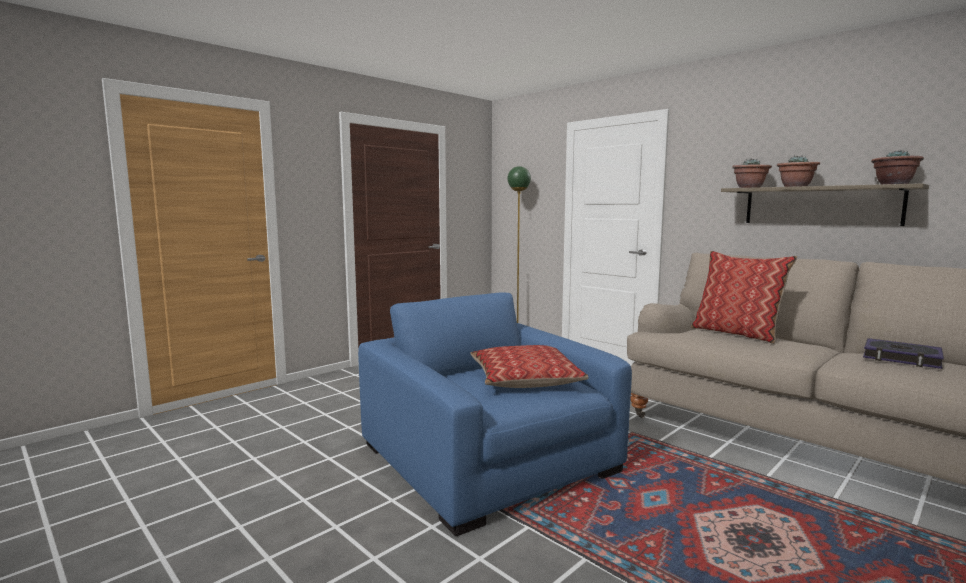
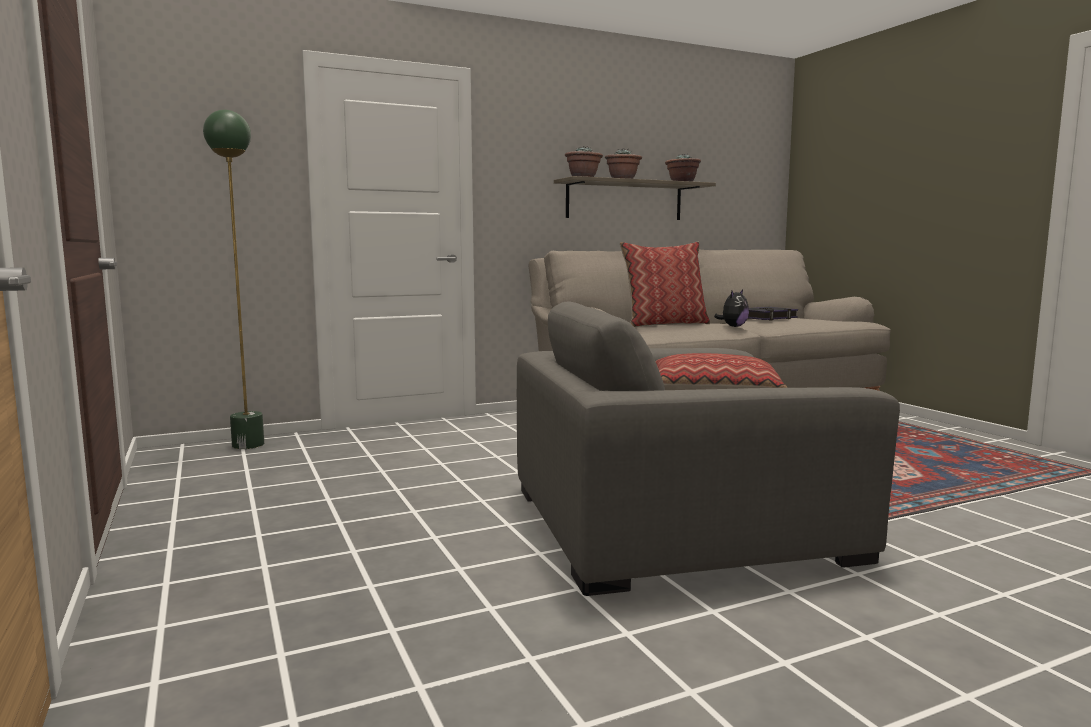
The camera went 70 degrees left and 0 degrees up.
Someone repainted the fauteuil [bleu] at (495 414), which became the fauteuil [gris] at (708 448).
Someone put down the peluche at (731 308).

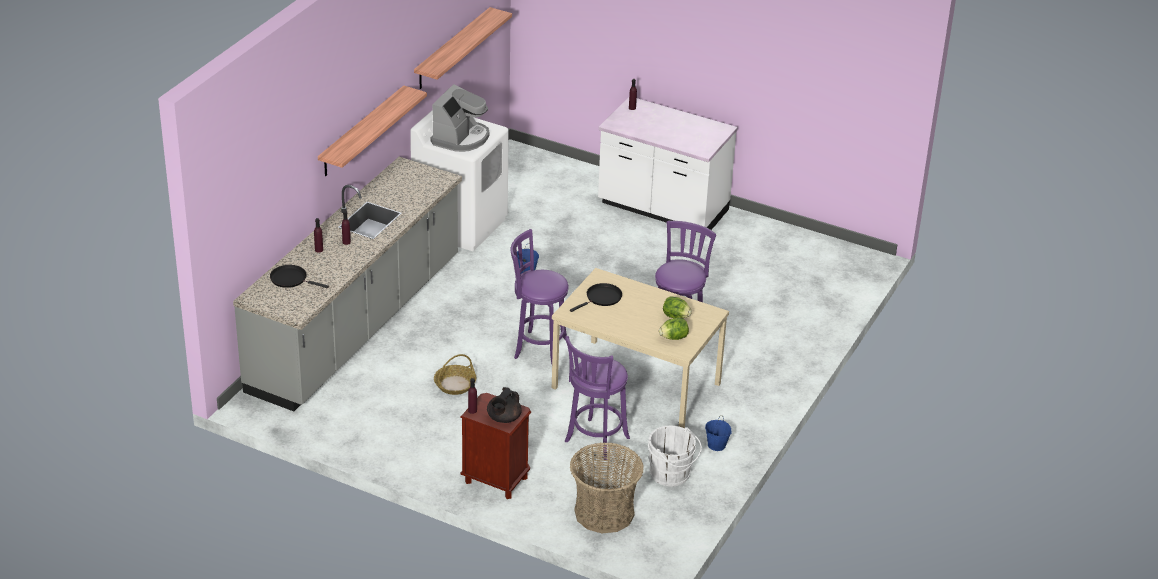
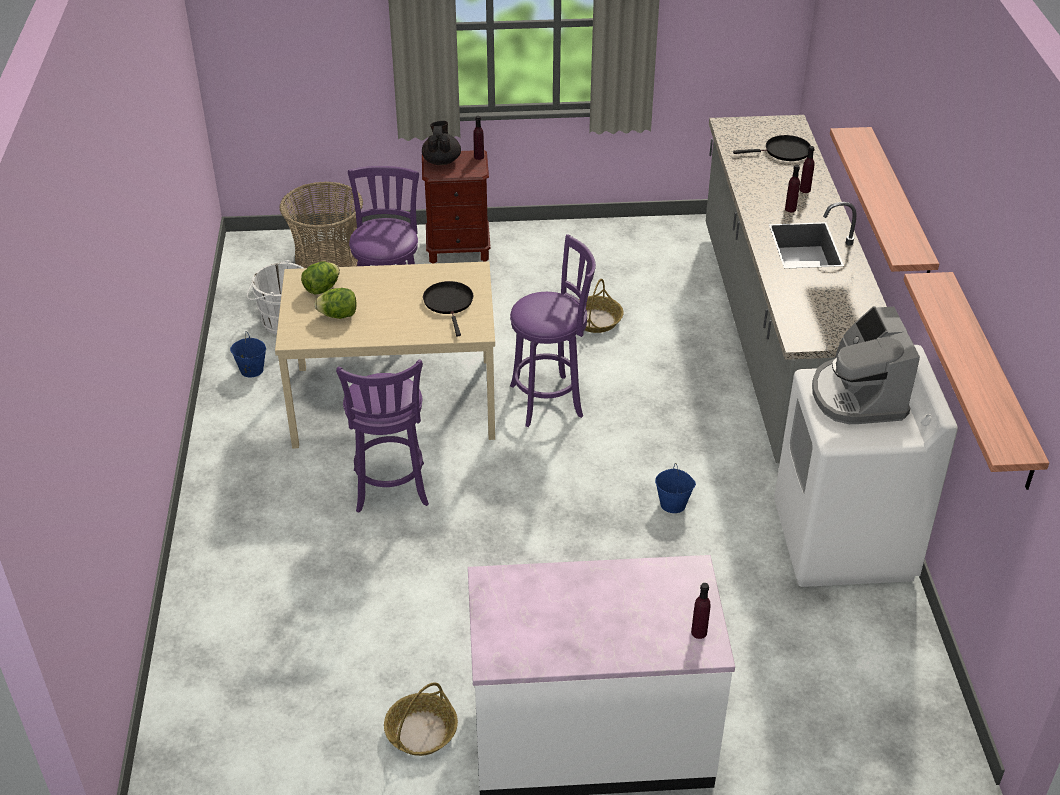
The camera went 150 degrees right and 5 degrees up.
Someone rotated the poêle [noir] at (596 297) by 150 degrees clockwise.
Someone put down the panier at (421 719).

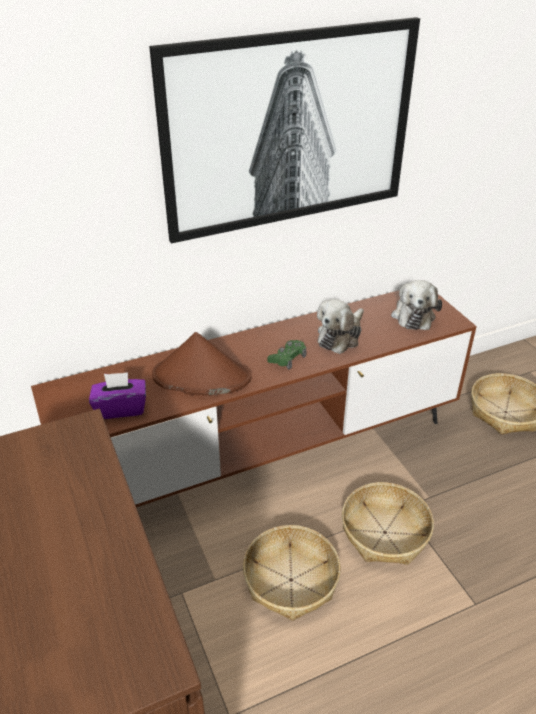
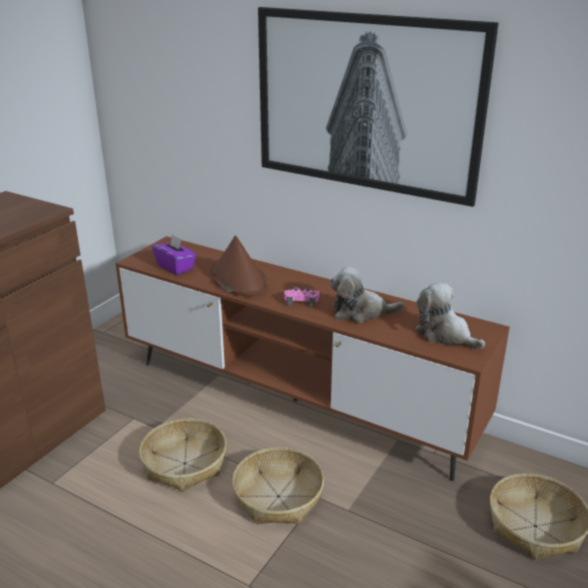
The camera went 55 degrees right and 10 degrees down.
Someone repainted the manette [vert] at (287 355), which became the manette [rose] at (302 297).
Someone rotated the peluche at (416 305) by 75 degrees clockwise.

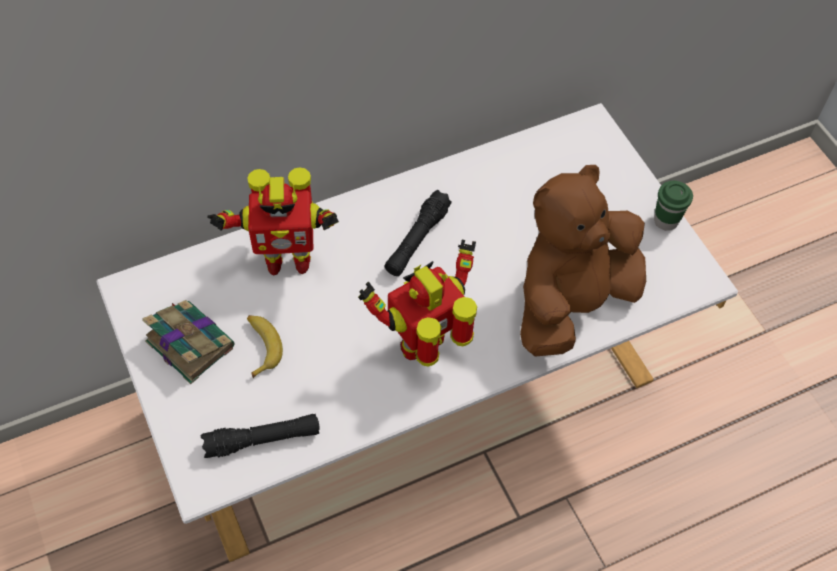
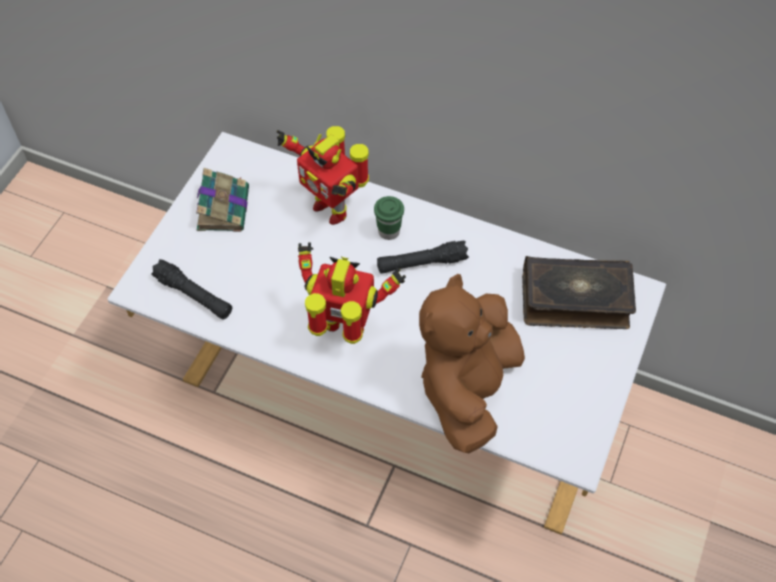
The camera went 50 degrees right and 0 degrees up.
Someone took away the banane at (265 346).
Someone rotated the peluche [marron] at (583 261) by 75 degrees counterclockwise.
Someone carried the tasse [vert] from (673 206) to (389 218).
Someone put down the livre at (579 292).

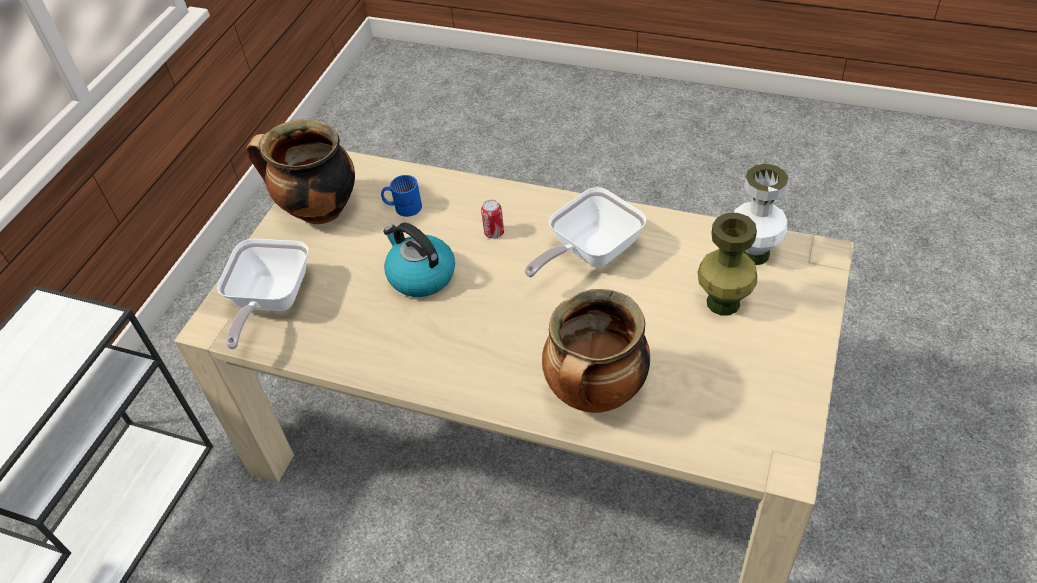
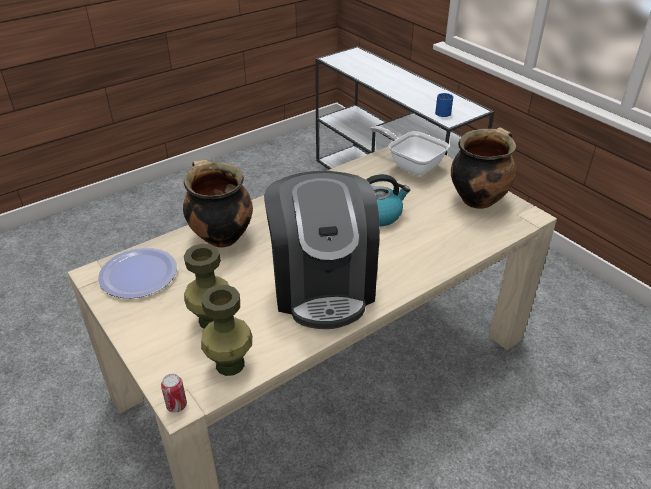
The camera went 120 degrees right and 10 degrees down.
Someone carried the mug [bleu] from (401 196) to (444 105).
Someone carried the boîte métallique from (492 219) to (174 393).
Someone swapped the poêle at (585 232) for the machine à café at (322 250).
Someone repainted the vase [blanc] at (761 214), which became the vase [vert] at (226 330).
Someone put down the assiette at (137 273).

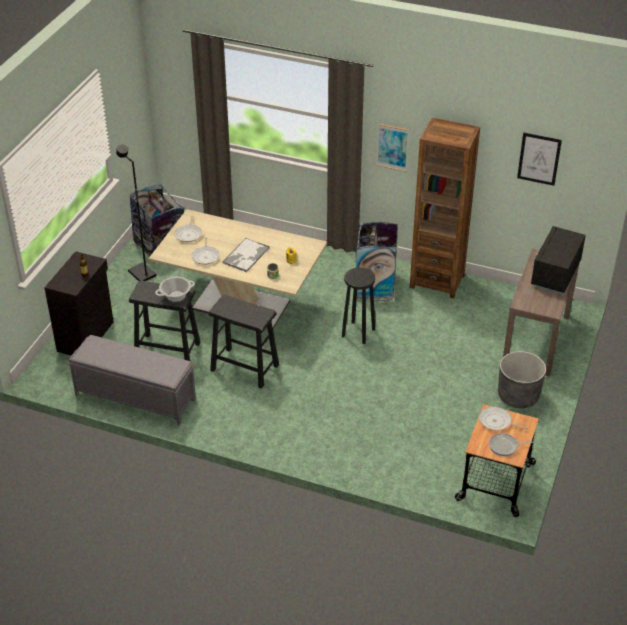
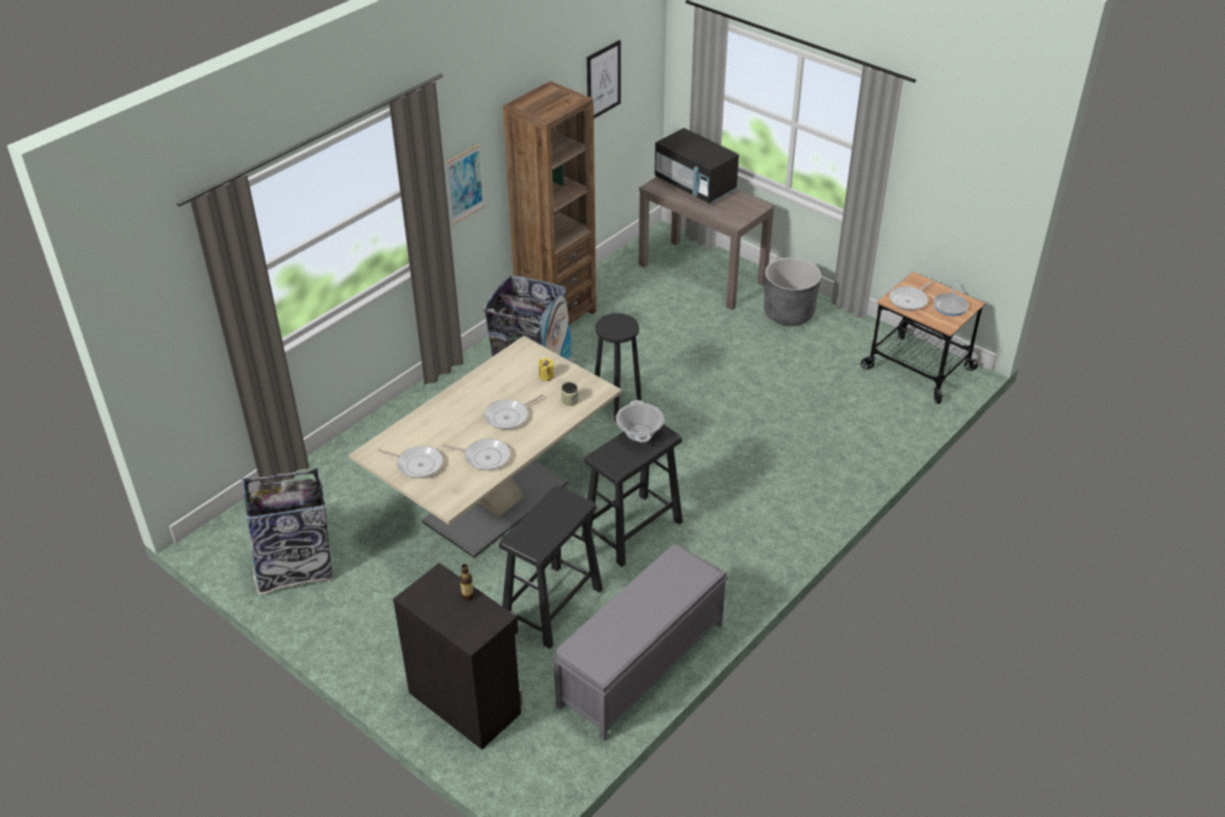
The camera went 70 degrees left and 0 degrees up.
Someone took away the lampadaire [noir] at (136 213).
Someone carried the marmite from (175 289) to (640 421).
Someone swapped the plateau at (246 255) for the poêle at (513 412).

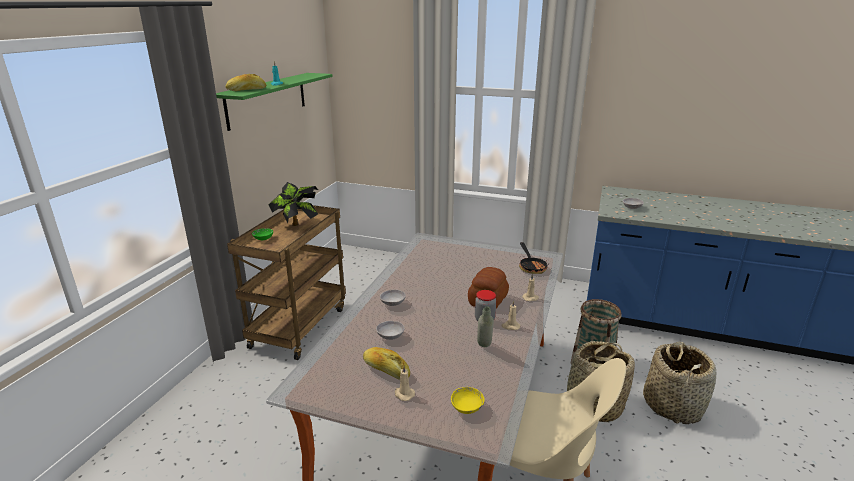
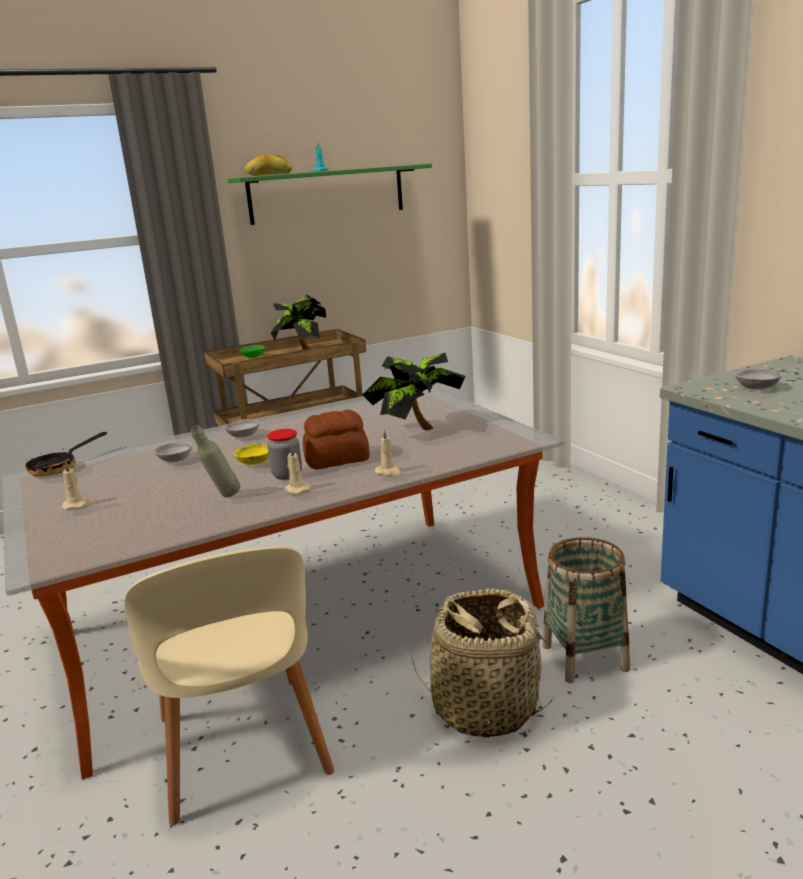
The camera went 45 degrees right and 5 degrees down.
Someone took away the pain at (386 363).
Someone carried the bol [jaune] from (468 400) to (251 454).
Someone carried the poêle from (533 258) to (66 454).
Someone took away the panier at (679 383).
Someone put down the plante en pot at (414 391).

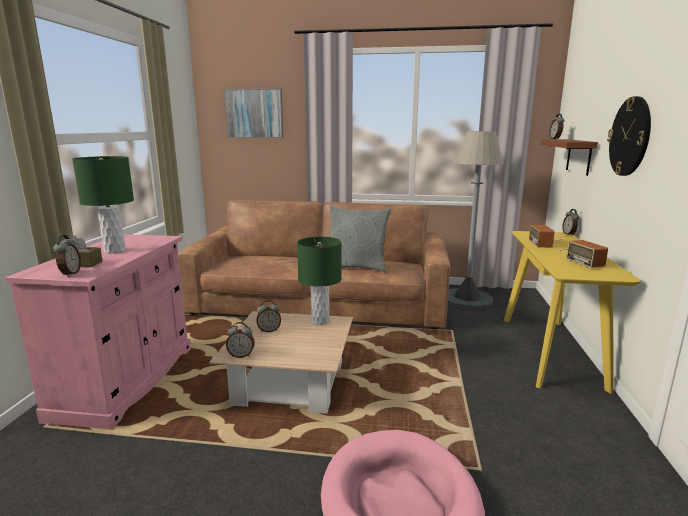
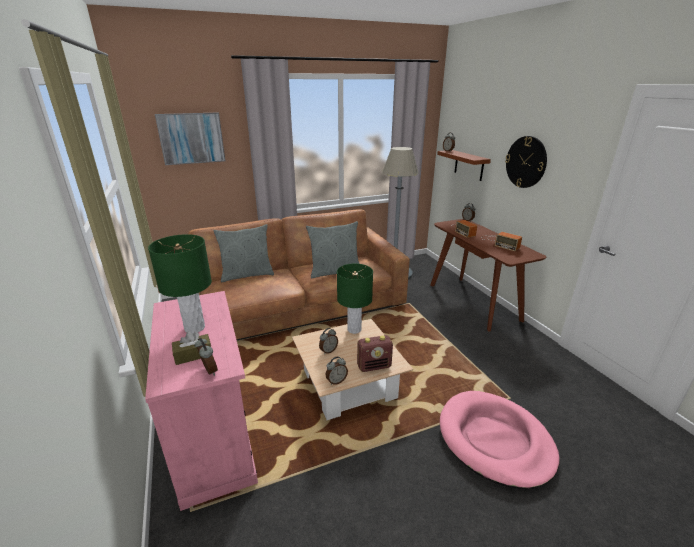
The camera went 30 degrees left and 10 degrees up.
Someone repainted the table console [jaune] at (572 312), which became the table console [marron] at (488 275).
Someone put down the coussin [gris] at (243 253).
Someone put down the radio at (375 353).

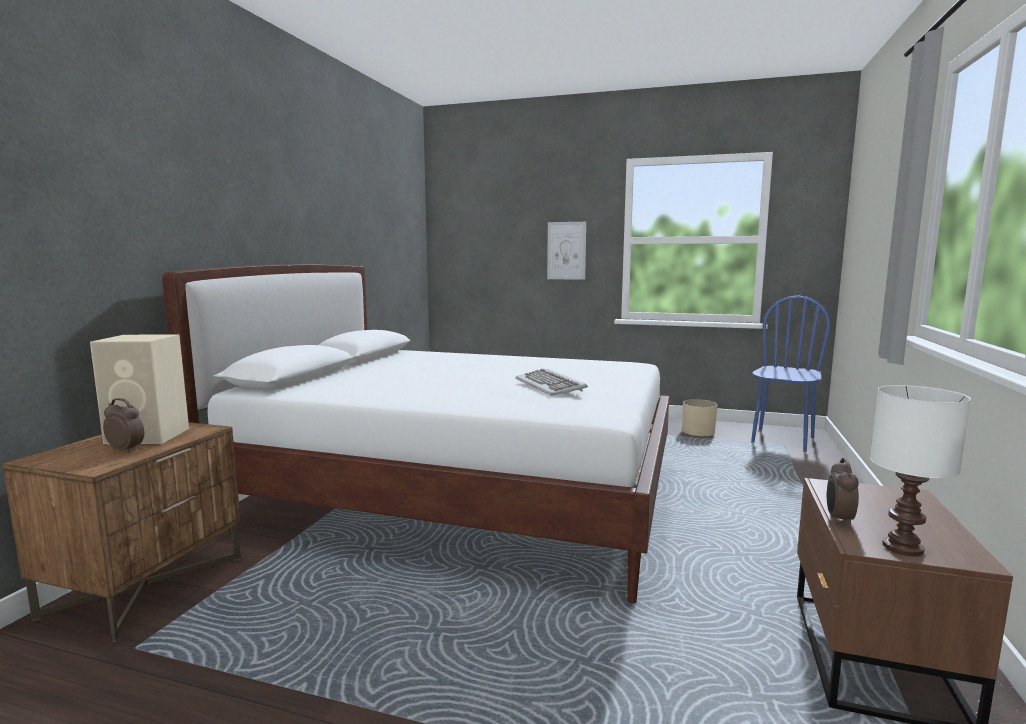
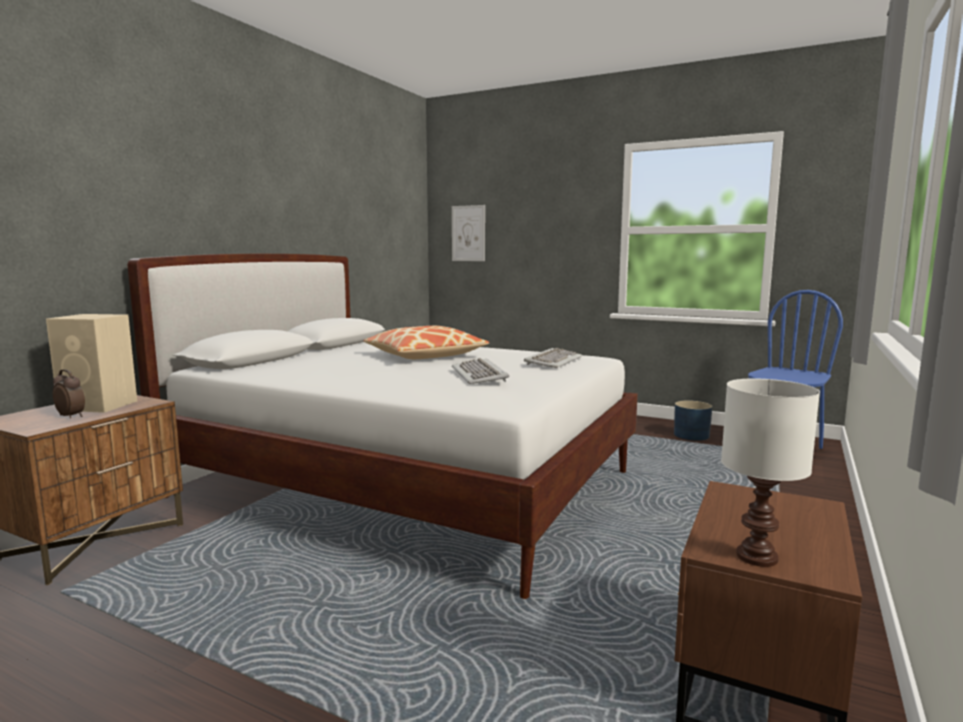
The camera went 10 degrees right and 0 degrees up.
Someone carried the tableau from (566 251) to (468 233).
Someone repainted the cache-pot [beige] at (699 417), which became the cache-pot [bleu] at (693 420).
Someone took away the réveil at (843 491).
Someone put down the coussin at (426 342).
Someone put down the clavier at (553 358).

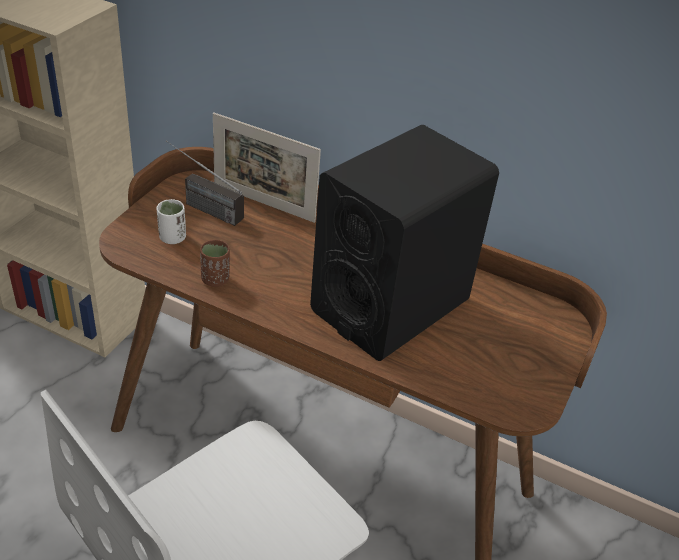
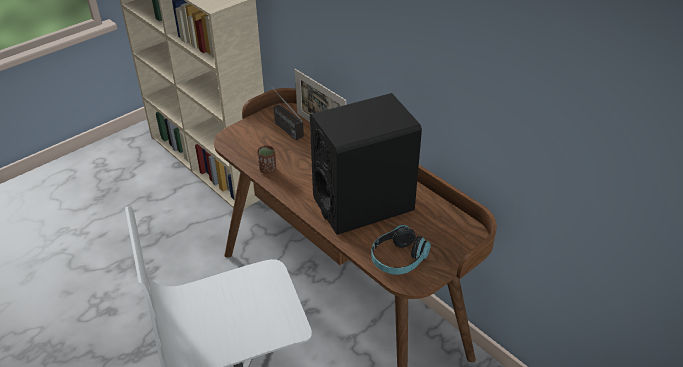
The camera went 25 degrees right and 0 degrees up.
Someone took away the tasse [blanc] at (171 221).
Someone put down the casque audio at (401 250).

